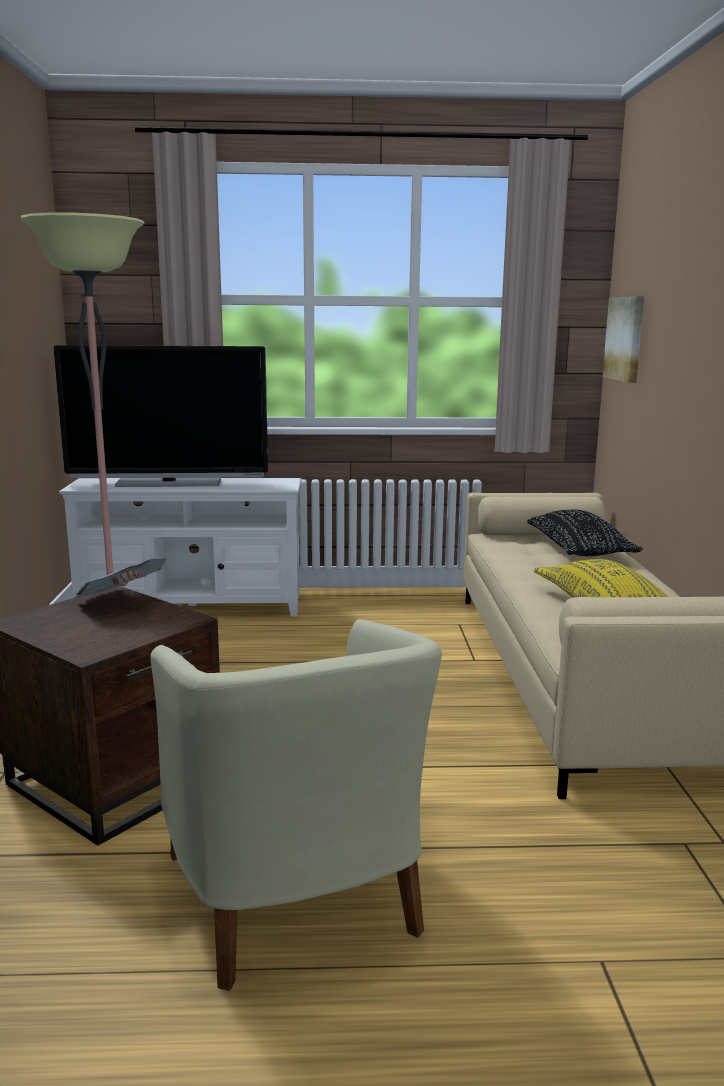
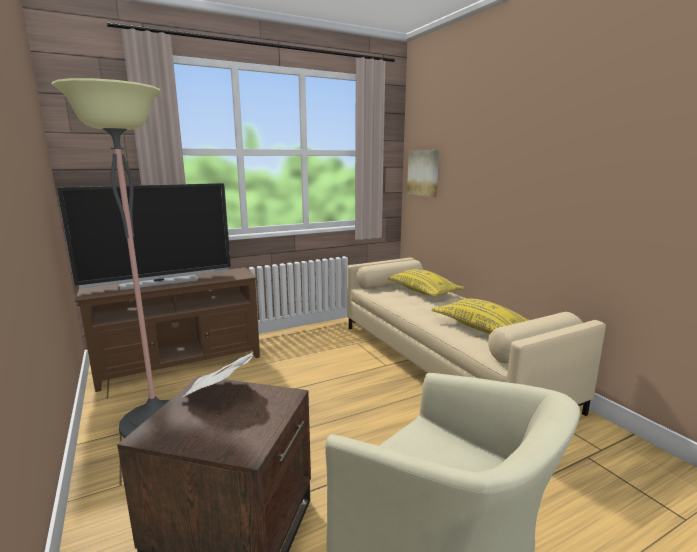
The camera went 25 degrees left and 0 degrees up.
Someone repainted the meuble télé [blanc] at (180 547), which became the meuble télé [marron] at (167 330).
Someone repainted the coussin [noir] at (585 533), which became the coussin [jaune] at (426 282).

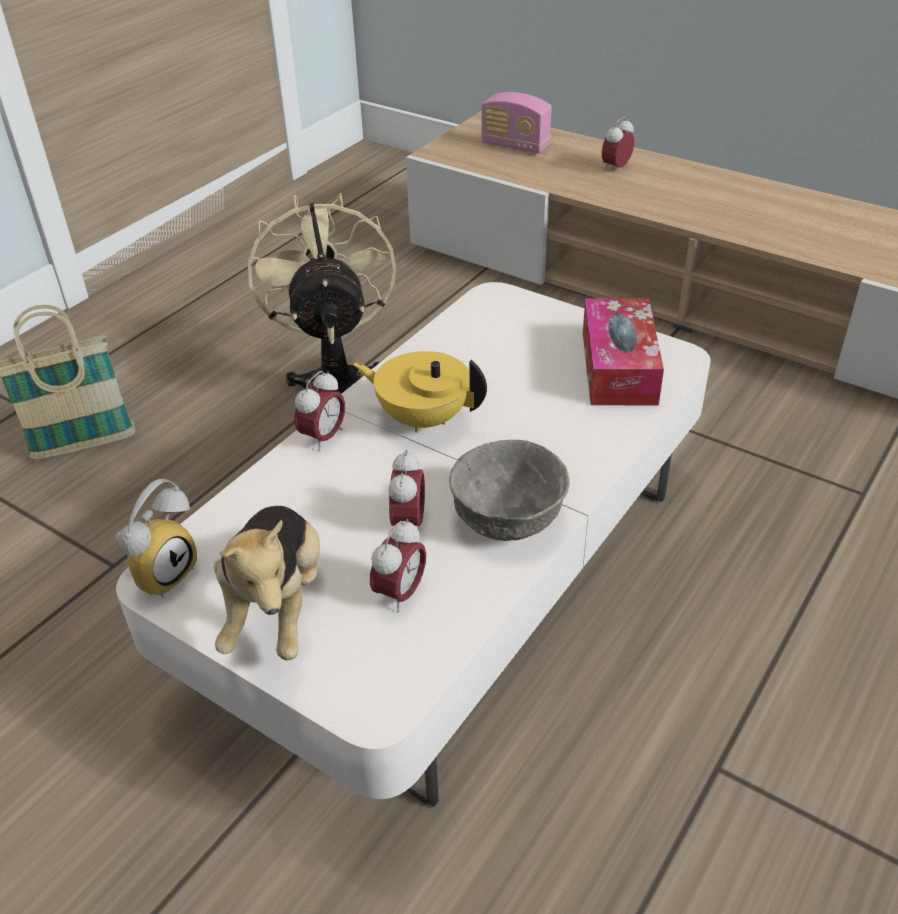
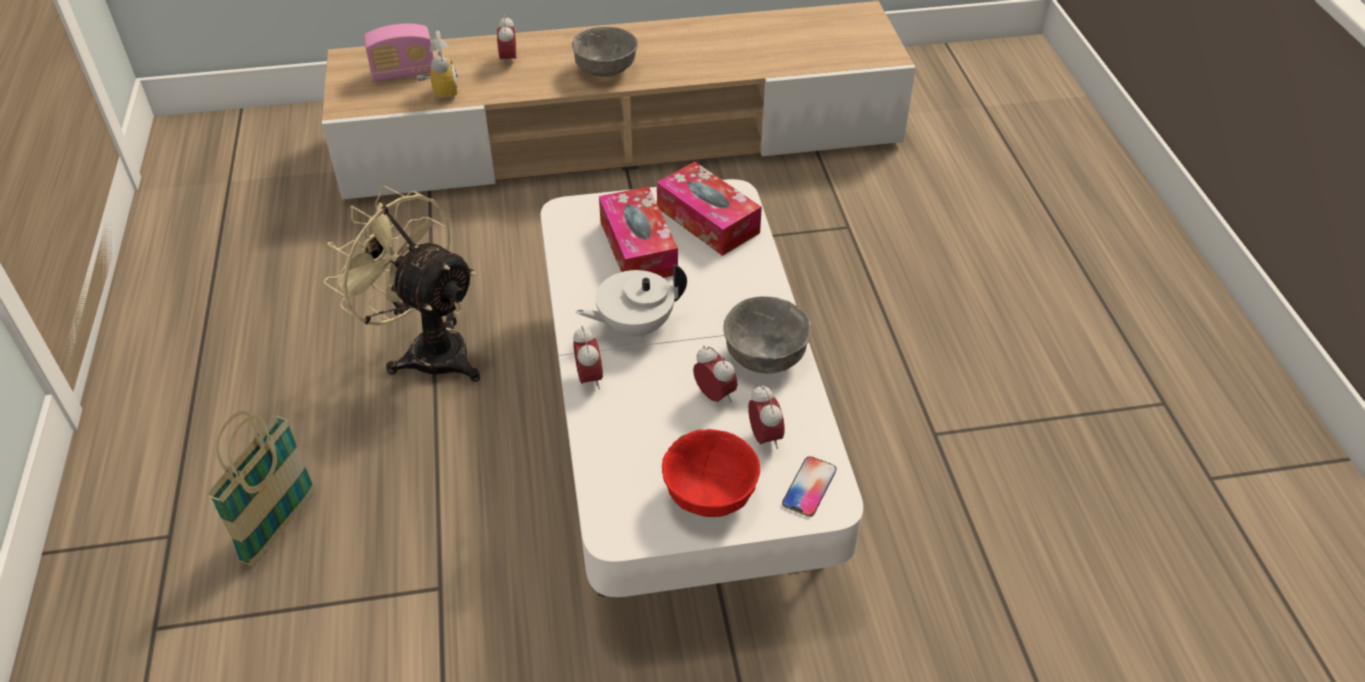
The camera went 45 degrees left and 5 degrees up.
Someone carried the réveil from (156 538) to (437 64).
Someone swapped the peluche at (267 583) for the bol [rouge] at (711 473).
Someone repainted the théière [jaune] at (420 392), which became the théière [blanc] at (631 301).
Someone put down the bol [gris] at (605 52).
Someone put down the boîte à mouchoirs at (638 232).
Someone put down the téléphone at (809 486).

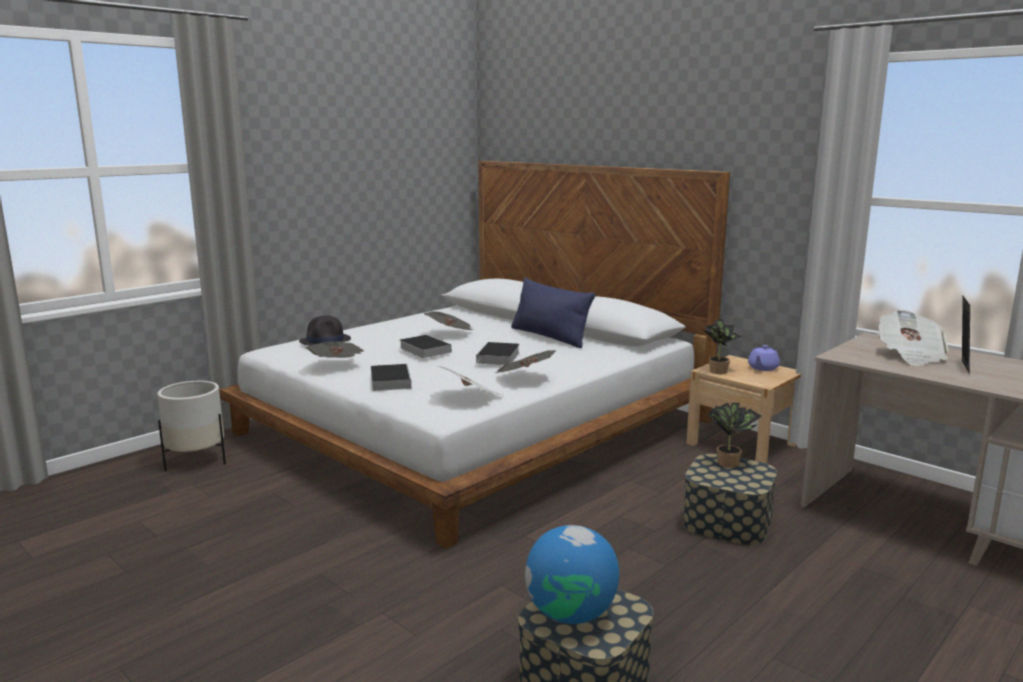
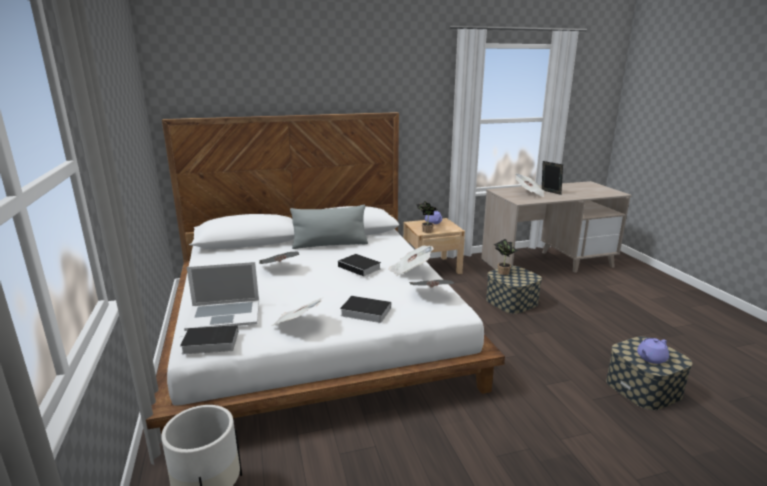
The camera went 60 degrees left and 5 degrees up.
Someone swapped the chapeau [noir] at (325 331) for the ordinateur portable at (221 296).
Someone carried the livre from (425 346) to (209 339).
Someone repainted the coussin [bleu] at (553 313), which became the coussin [gris] at (329 227).
Someone swapped the globe at (572 574) for the théière [violet] at (653 351).

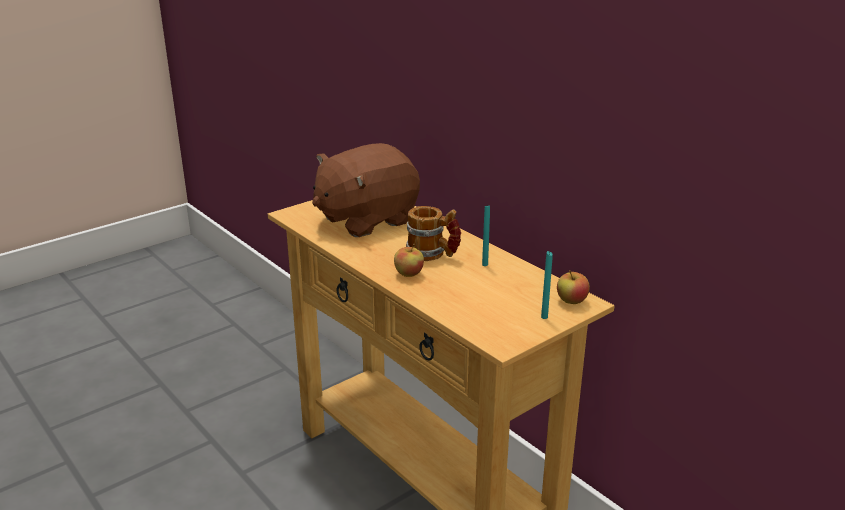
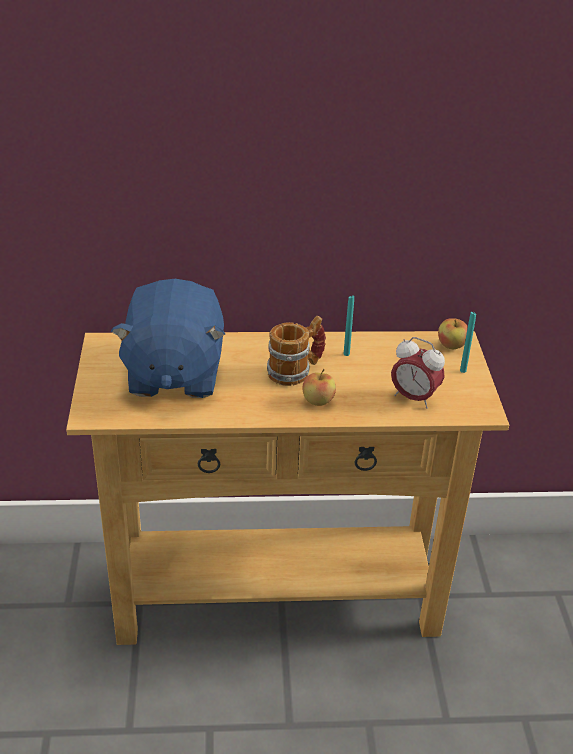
The camera went 55 degrees left and 10 degrees up.
Someone repainted the peluche [marron] at (366 190), which became the peluche [bleu] at (168 338).
Someone put down the réveil at (418 373).

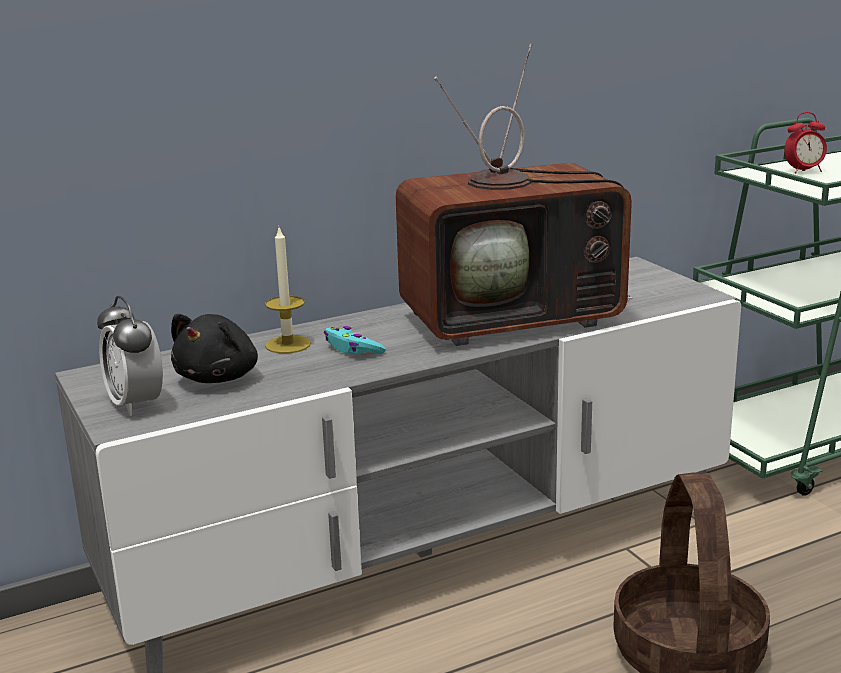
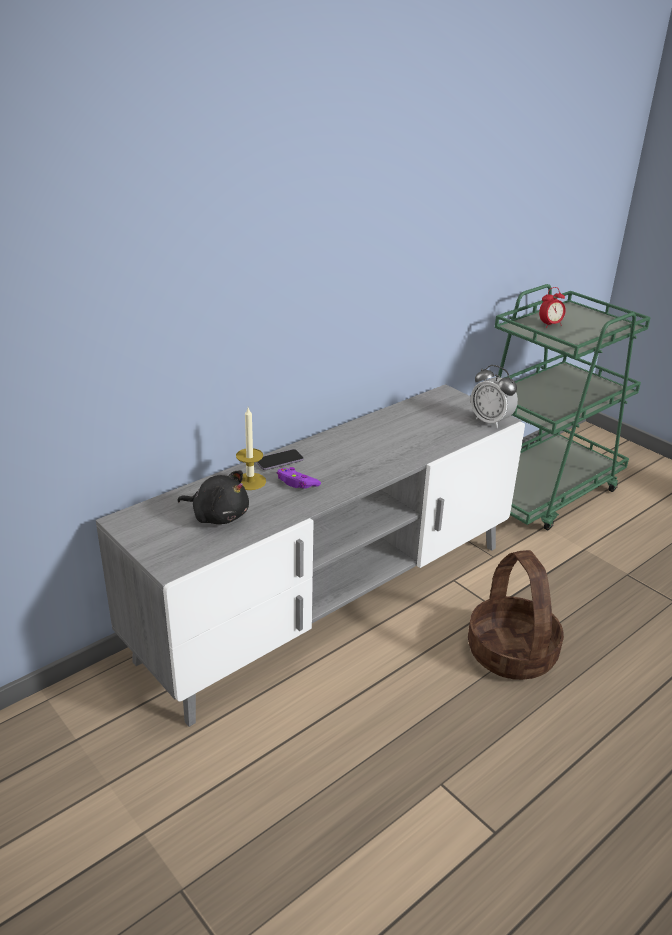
The camera went 15 degrees left and 10 degrees up.
Someone carried the réveil from (130 356) to (494 396).
Someone rotated the peluche [noir] at (214 348) by 75 degrees counterclockwise.
Someone repainted the manette [turquoise] at (355 340), which became the manette [violet] at (299 478).
Someone took away the téléviseur at (514 195).
Someone put down the téléphone at (280 459).

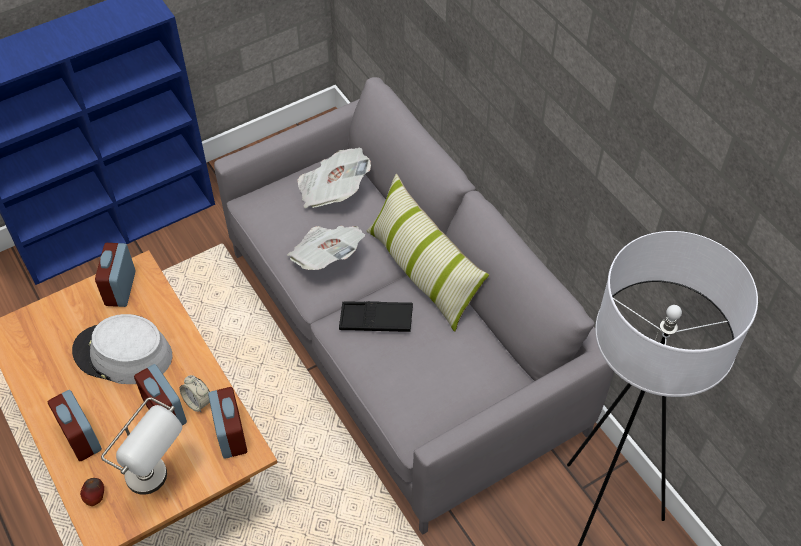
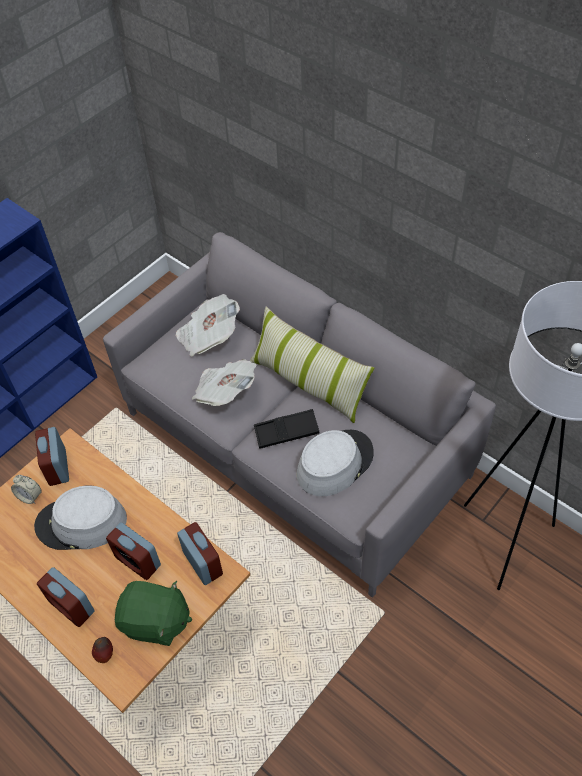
The camera went 15 degrees left and 0 degrees up.
Someone swapped the lampe de table [gris] at (141 446) for the peluche [vert] at (153 613).
Someone carried the réveil from (195 393) to (26 489).
Someone put down the chapeau [gris] at (335 463).

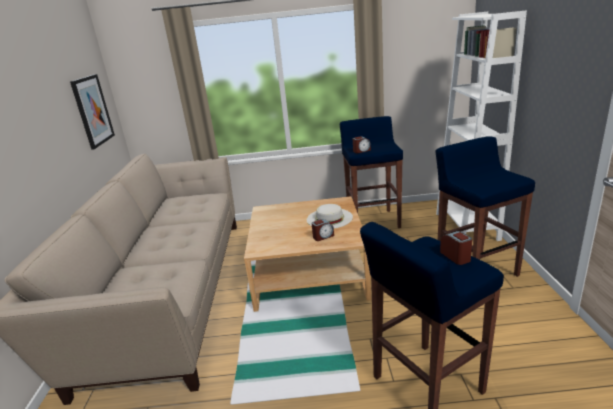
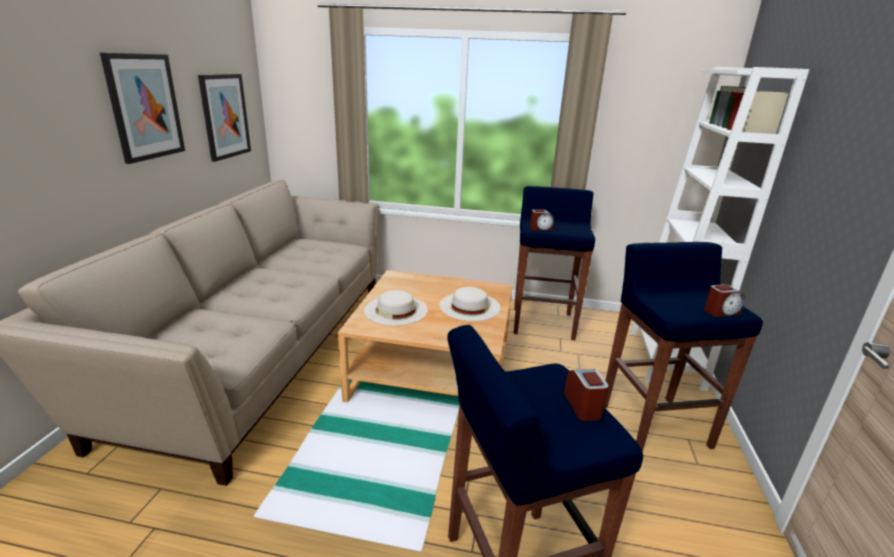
The camera went 10 degrees right and 0 degrees up.
Someone carried the réveil from (323 230) to (724 300).
Someone put up the tableau at (142 108).
Someone put down the chapeau [blanc] at (396 308).

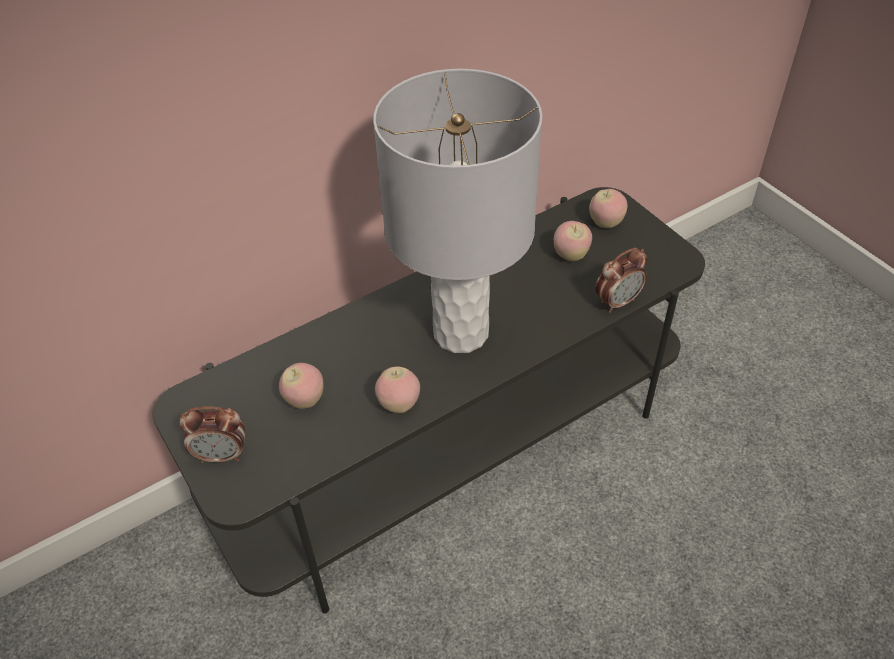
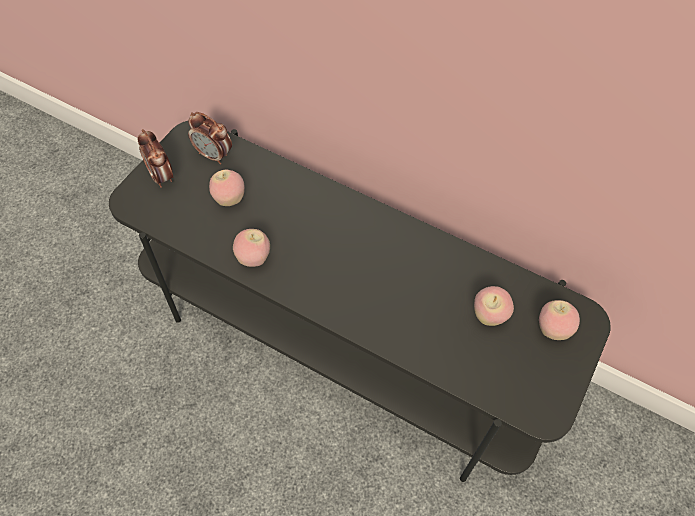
The camera went 60 degrees right and 10 degrees up.
Someone took away the lampe de table [gris] at (458 211).
Someone carried the réveil from (621 280) to (210 138).

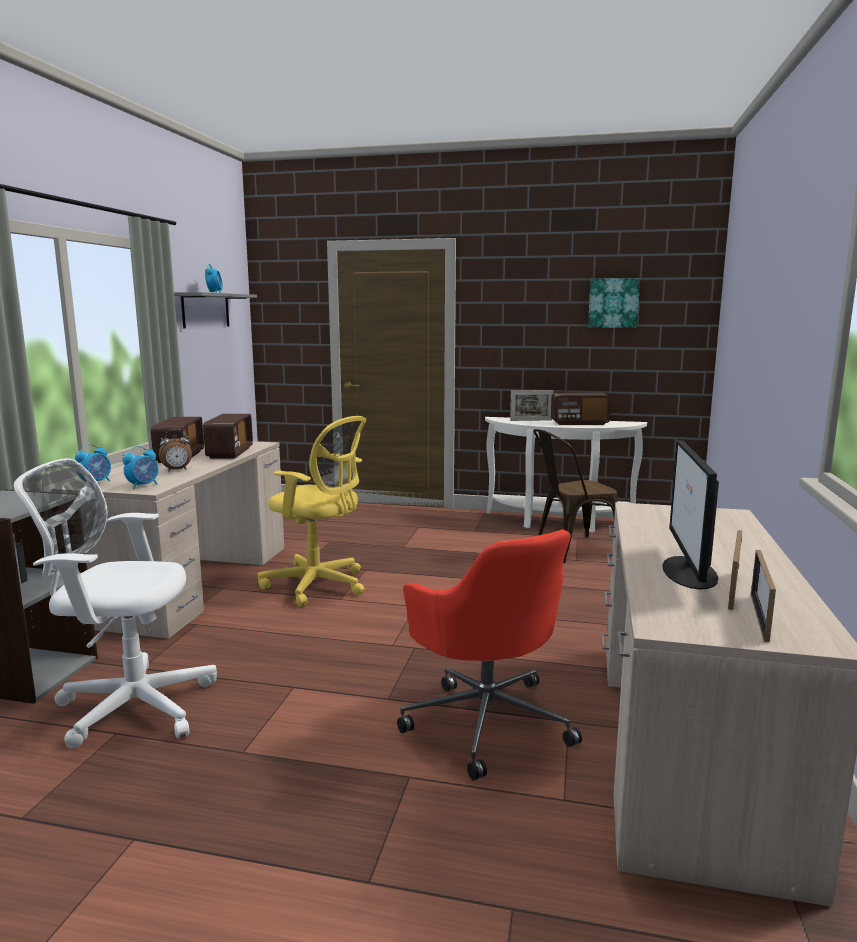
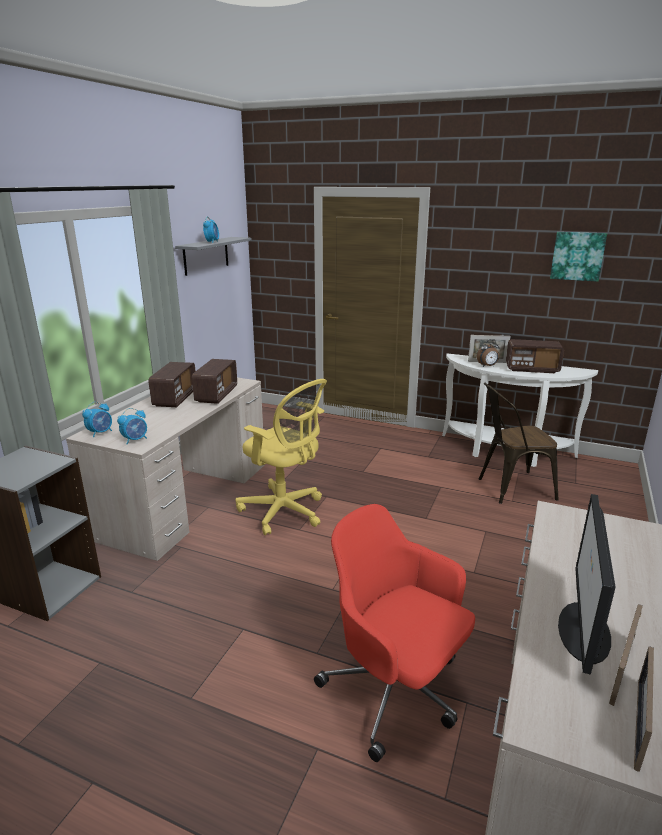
The camera went 10 degrees right and 10 degrees up.
Someone took away the chaise de bureau [blanc] at (115 603).
Someone carried the réveil from (175 450) to (488 353).
Someone rotated the chaise de bureau [rouge] at (489 655) by 150 degrees clockwise.

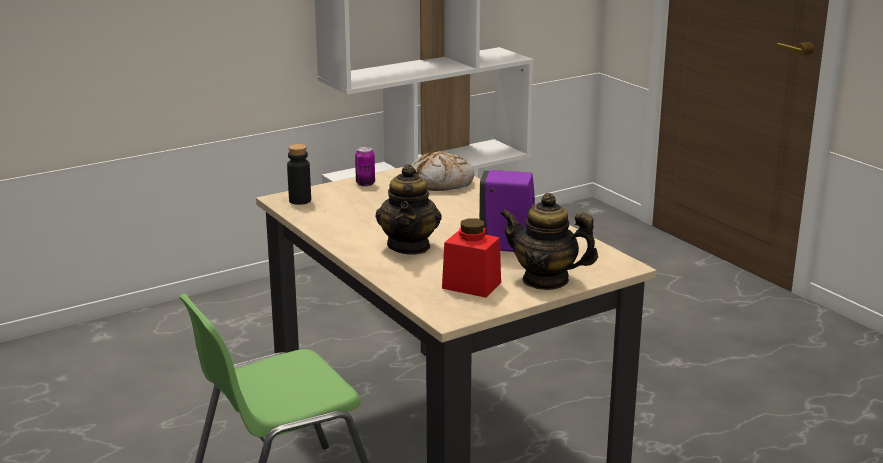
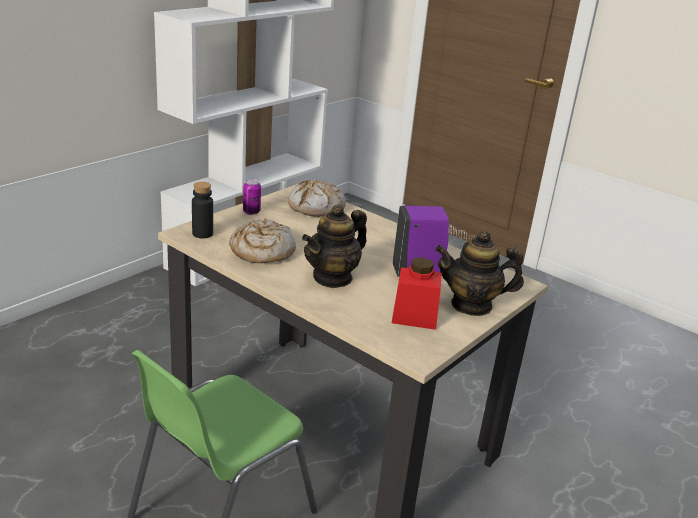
The camera went 20 degrees left and 5 degrees up.
Someone rotated the théière at (408 209) by 60 degrees clockwise.
Someone put down the pain at (262 240).

